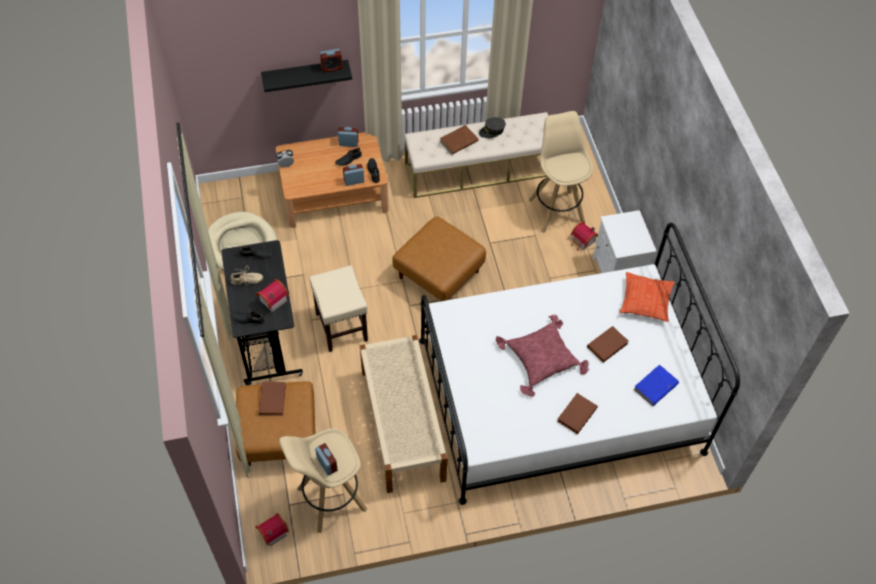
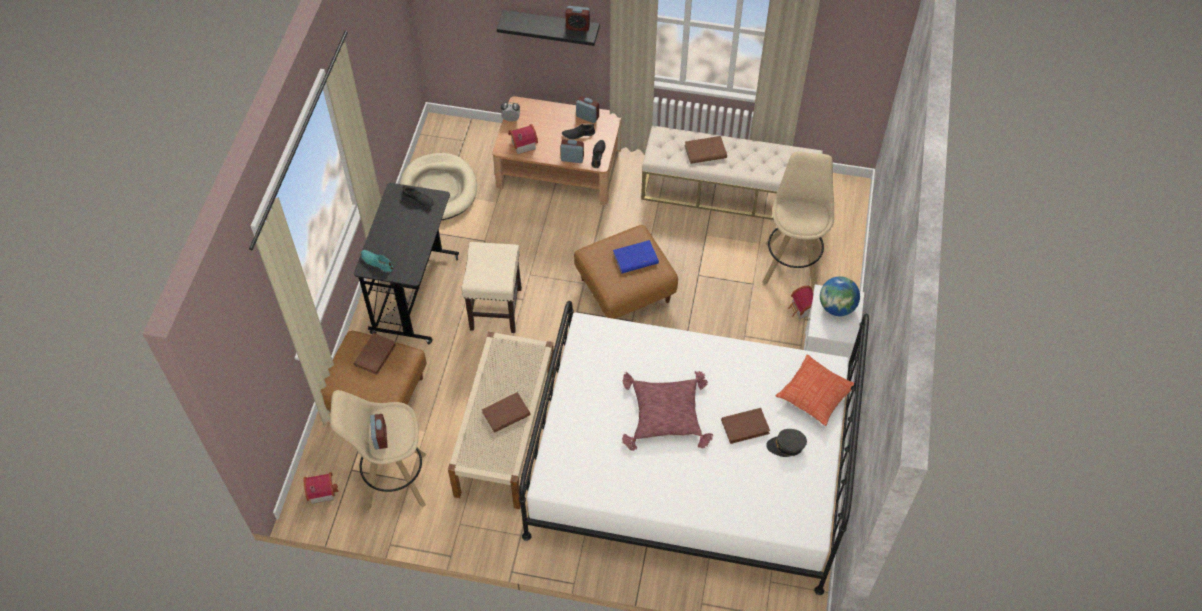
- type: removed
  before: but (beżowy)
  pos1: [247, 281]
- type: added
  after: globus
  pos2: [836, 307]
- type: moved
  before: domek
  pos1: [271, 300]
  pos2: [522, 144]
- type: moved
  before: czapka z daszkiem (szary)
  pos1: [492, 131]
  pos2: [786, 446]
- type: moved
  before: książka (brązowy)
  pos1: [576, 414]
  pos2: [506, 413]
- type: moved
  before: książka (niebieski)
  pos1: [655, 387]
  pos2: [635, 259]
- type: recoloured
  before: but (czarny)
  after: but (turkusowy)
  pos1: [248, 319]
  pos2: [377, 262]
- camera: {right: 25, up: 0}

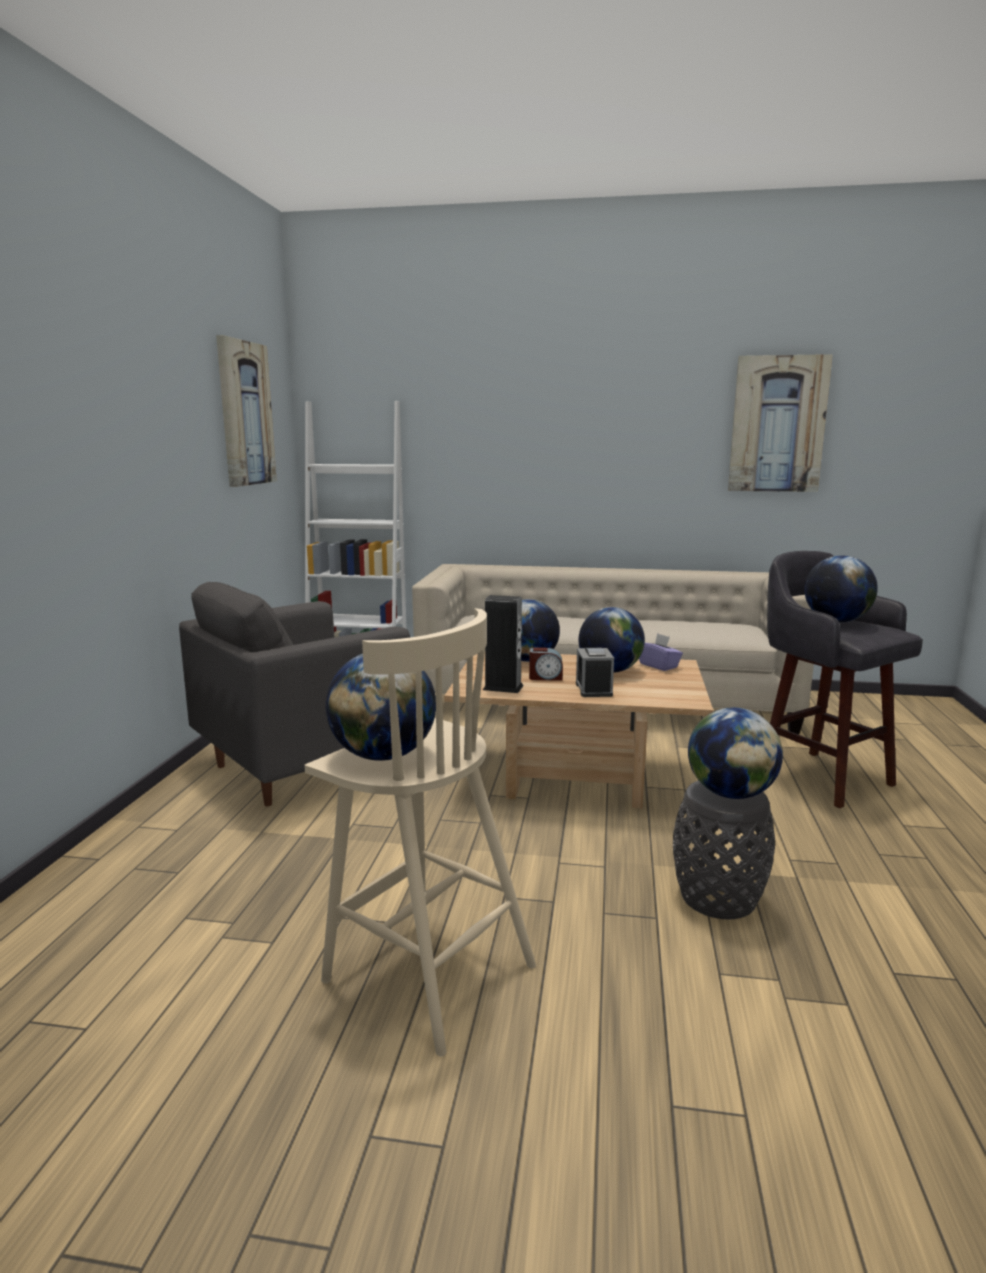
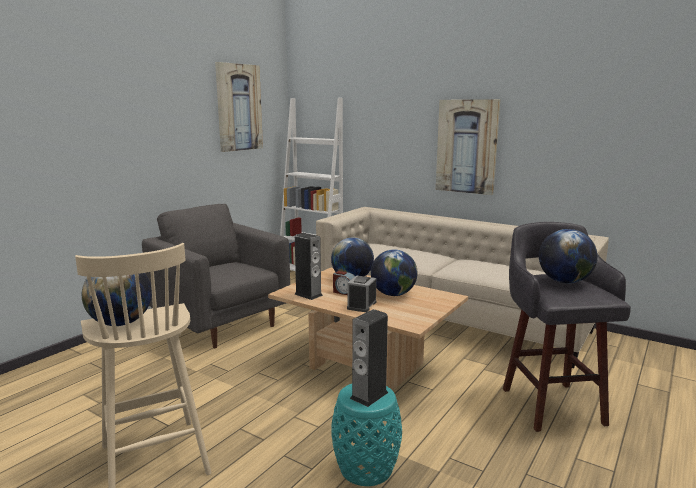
- type: removed
  before: pudełko chusteczek (fioletowy)
  pos1: [658, 665]
- type: moved
  before: obraz
  pos1: [777, 424]
  pos2: [467, 146]
- type: replaced
  before: globus
  after: głośnik
  pos1: [730, 794]
  pos2: [369, 395]
- type: recoloured
  before: stołek (szary)
  after: stołek (turkusowy)
  pos1: [718, 898]
  pos2: [366, 468]
- type: turned
  before: fotel (szary)
  pos1: [302, 766]
  pos2: [222, 324]
  turn: 60
- camera: {right: 25, up: 0}

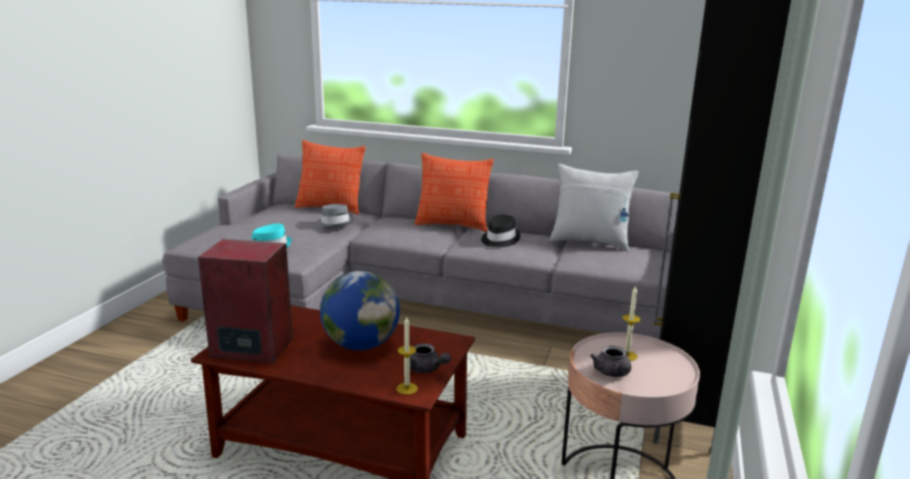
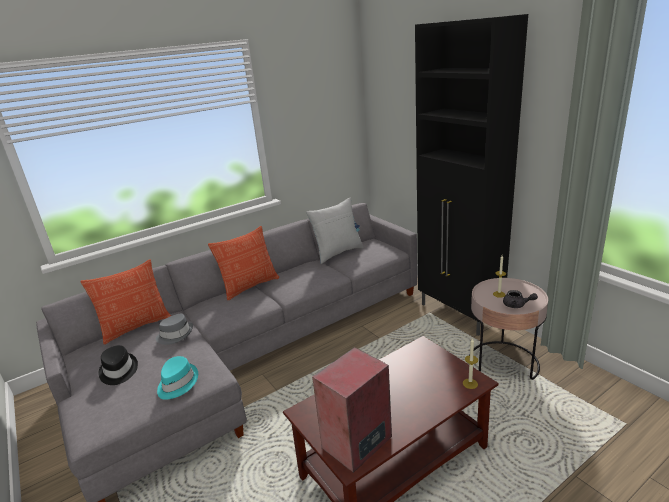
- type: removed
  before: globus
  pos1: [361, 345]
- type: removed
  before: imbryk (szary)
  pos1: [427, 369]
- type: moved
  before: kapelusz (czarny)
  pos1: [499, 239]
  pos2: [118, 371]
- camera: {right: -50, up: 5}

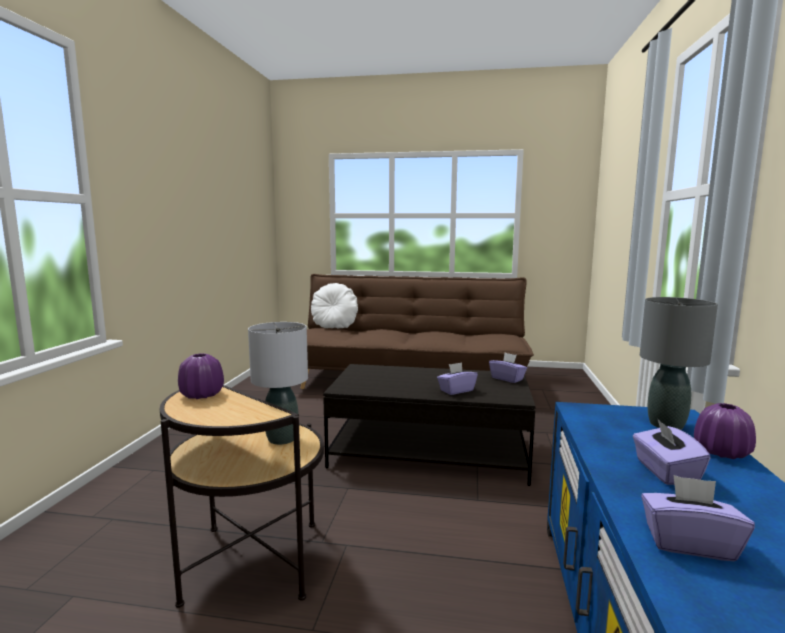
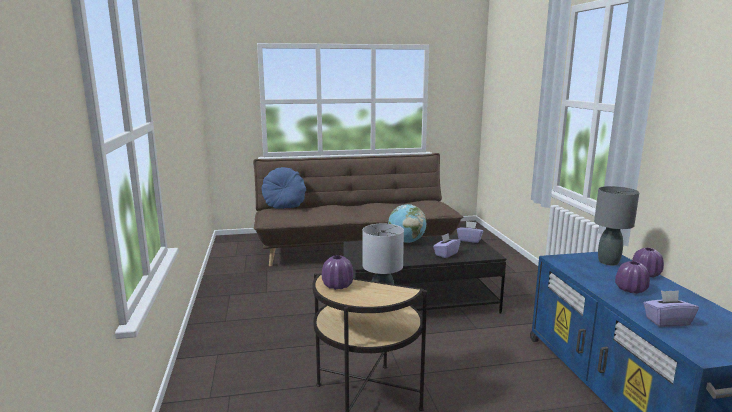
- type: added
  after: globus
  pos2: [406, 241]
- type: replaced
  before: pudełko chusteczek (fioletowy)
  after: wazon (fioletowy)
  pos1: [665, 472]
  pos2: [630, 289]
- type: recoloured
  before: poduszka (biały)
  after: poduszka (niebieski)
  pos1: [335, 327]
  pos2: [284, 207]
- camera: {right: -20, up: 5}

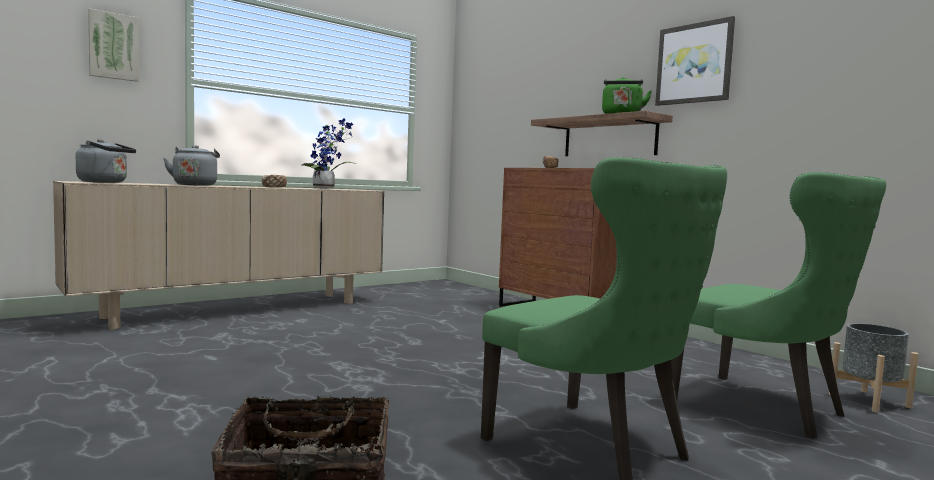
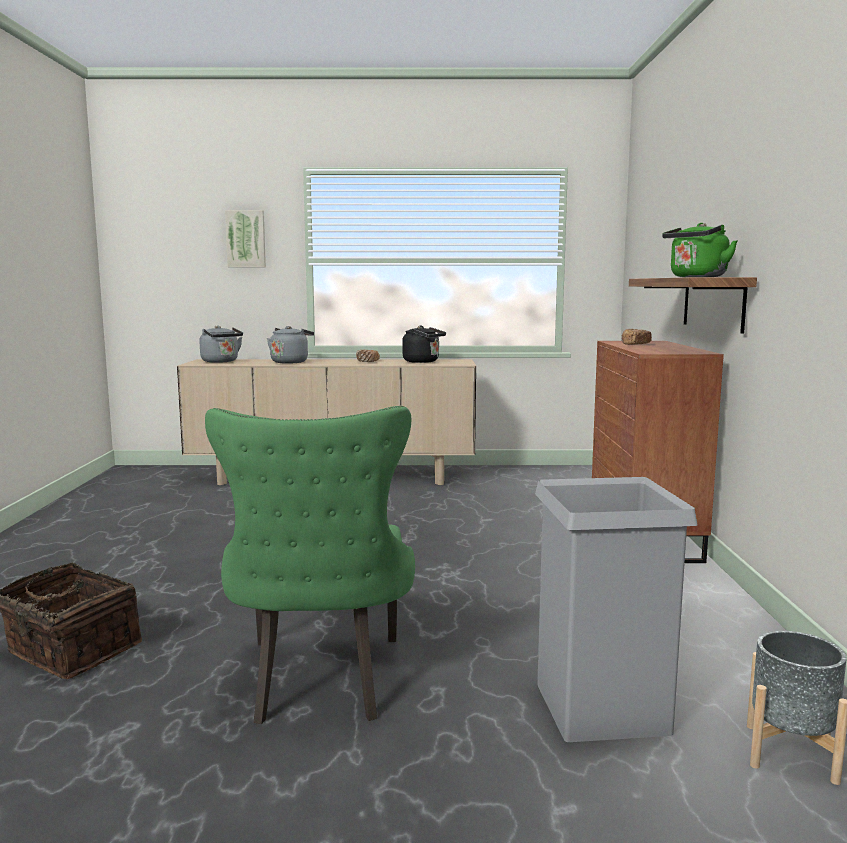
- type: removed
  before: obraz
  pos1: [694, 63]
- type: replaced
  before: roślina doniczkowa
  after: czajnik (czarny)
  pos1: [326, 188]
  pos2: [423, 361]
- type: replaced
  before: krzesło (zielony)
  after: kosz na śmieci (szary)
  pos1: [764, 407]
  pos2: [600, 707]
- camera: {right: 40, up: 5}

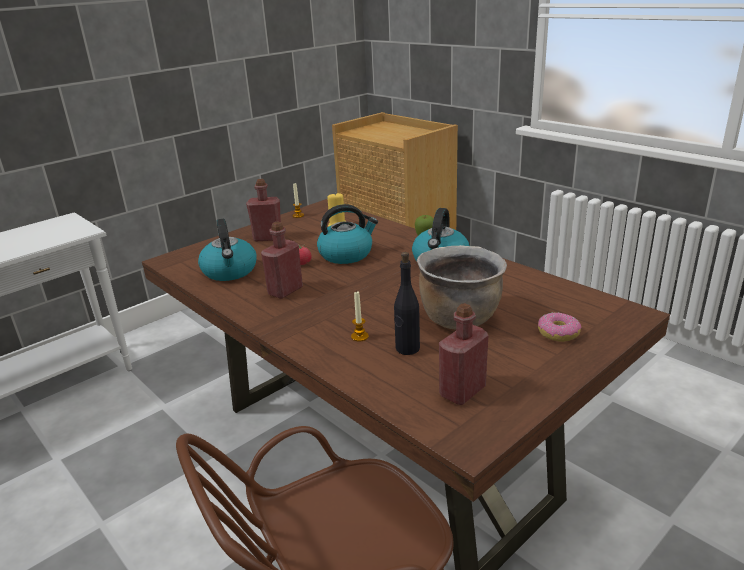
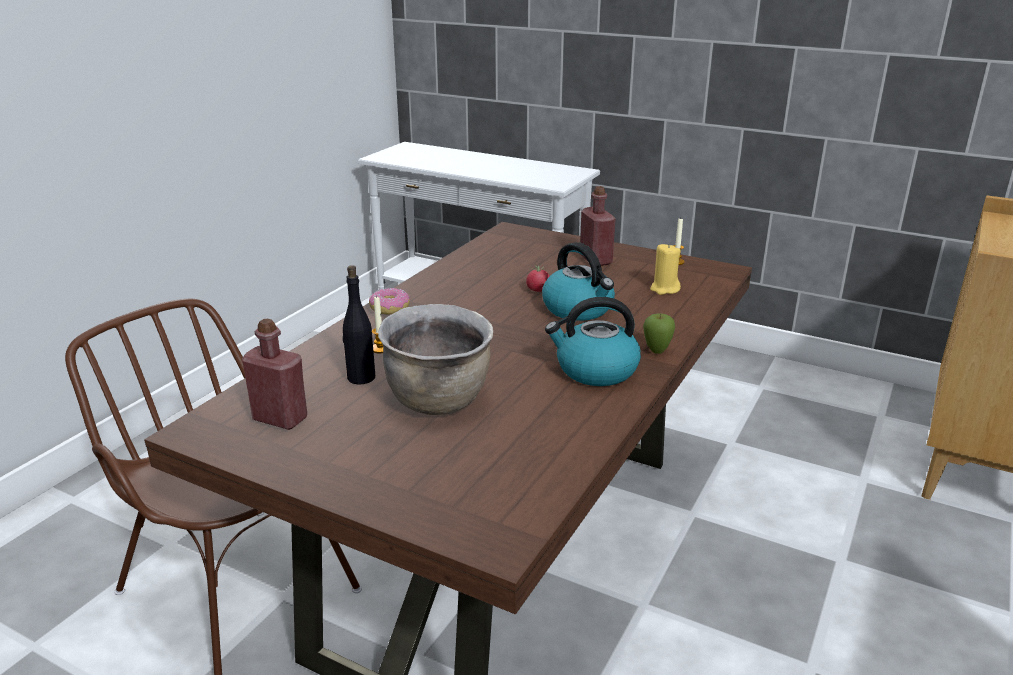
- type: removed
  before: czajnik
  pos1: [230, 271]
- type: removed
  before: butelka (czerwony)
  pos1: [285, 291]
- type: moved
  before: donut
  pos1: [558, 333]
  pos2: [390, 308]
- camera: {right: 70, up: 0}

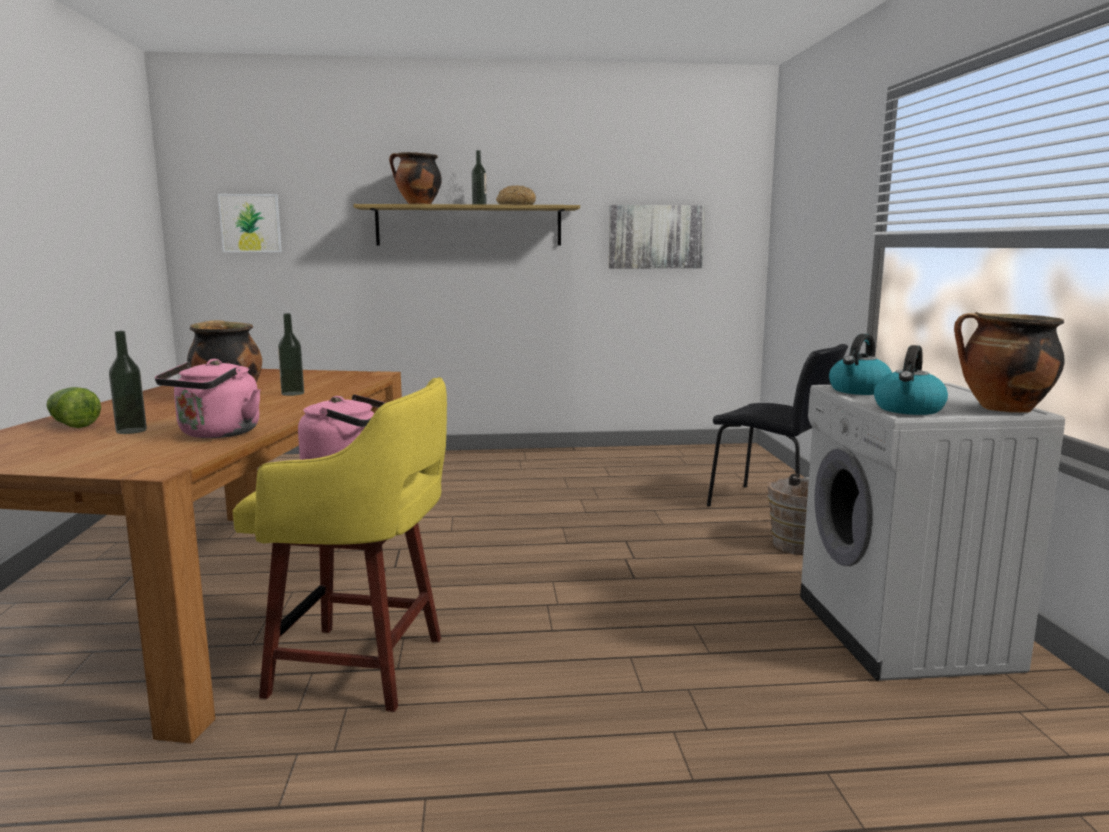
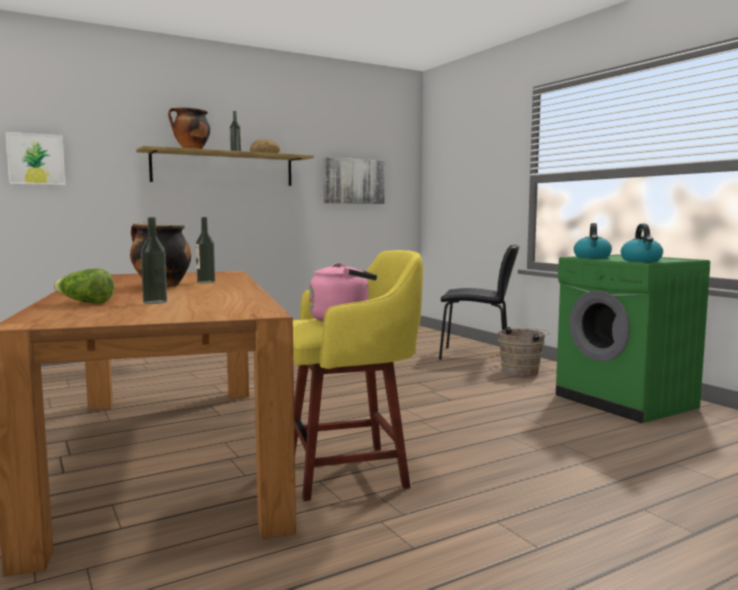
- type: removed
  before: czajnik (różowy)
  pos1: [216, 434]
- type: removed
  before: garnek
  pos1: [1002, 409]
- type: recoloured
  before: pralka (biały)
  after: pralka (zielony)
  pos1: [899, 633]
  pos2: [623, 402]
- camera: {right: -25, up: -5}

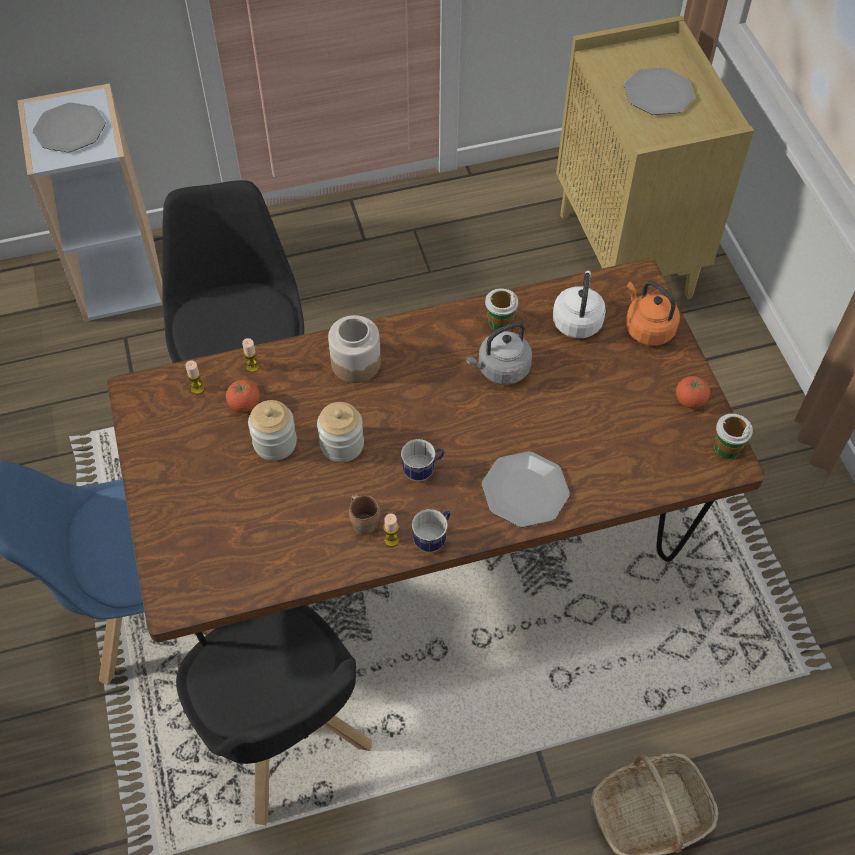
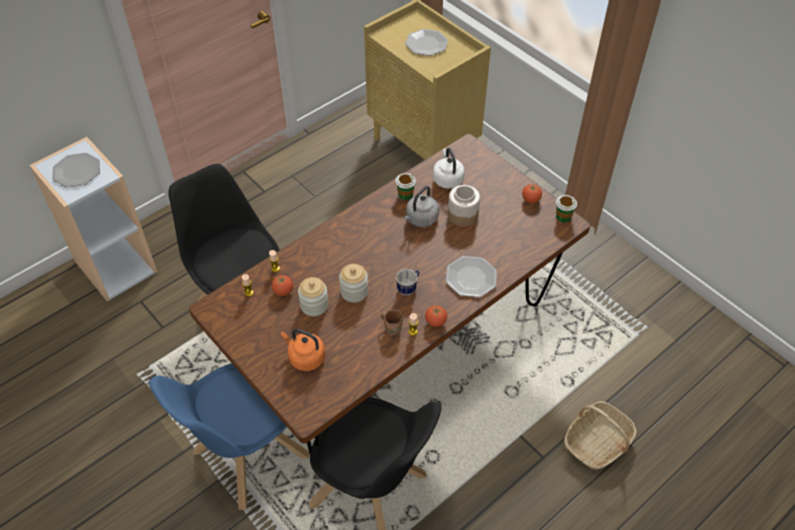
- type: moved
  before: słoik
  pos1: [355, 363]
  pos2: [462, 215]
- type: moved
  before: czajnik (pomarańczowy)
  pos1: [647, 328]
  pos2: [305, 357]
- type: replaced
  before: kubek
  after: pomidor
  pos1: [433, 538]
  pos2: [435, 322]
- camera: {right: -25, up: -5}

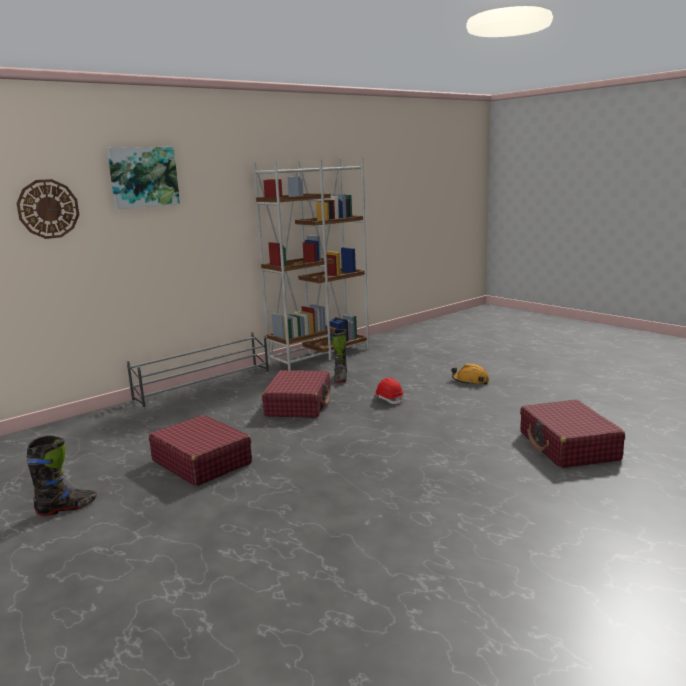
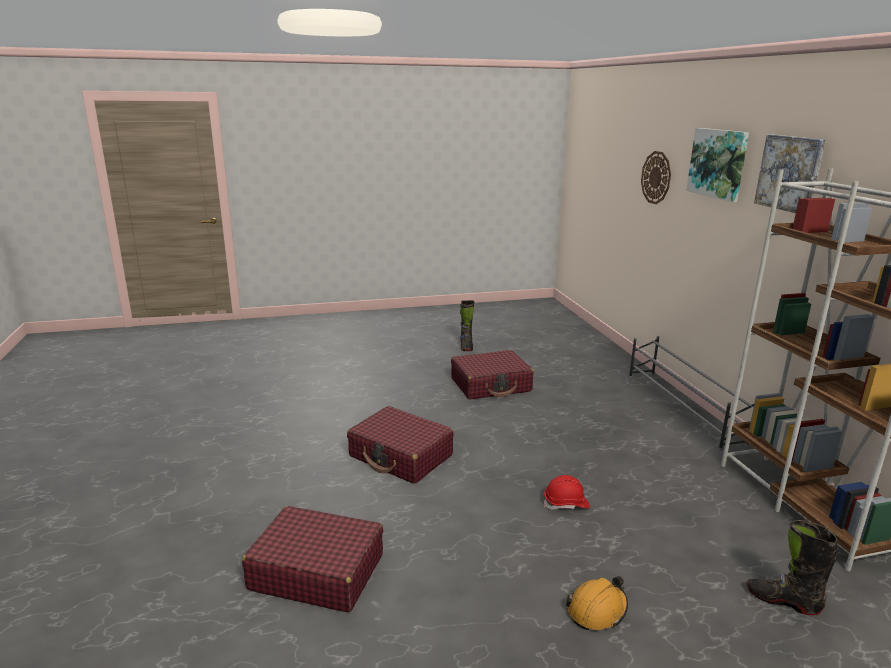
- type: added
  after: obraz
  pos2: [790, 173]
- type: moved
  before: walizka (czerwony)
  pos1: [299, 404]
  pos2: [401, 456]
- type: moved
  before: but z cholewką (czarny)
  pos1: [340, 379]
  pos2: [782, 601]
- camera: {right: 115, up: 5}

